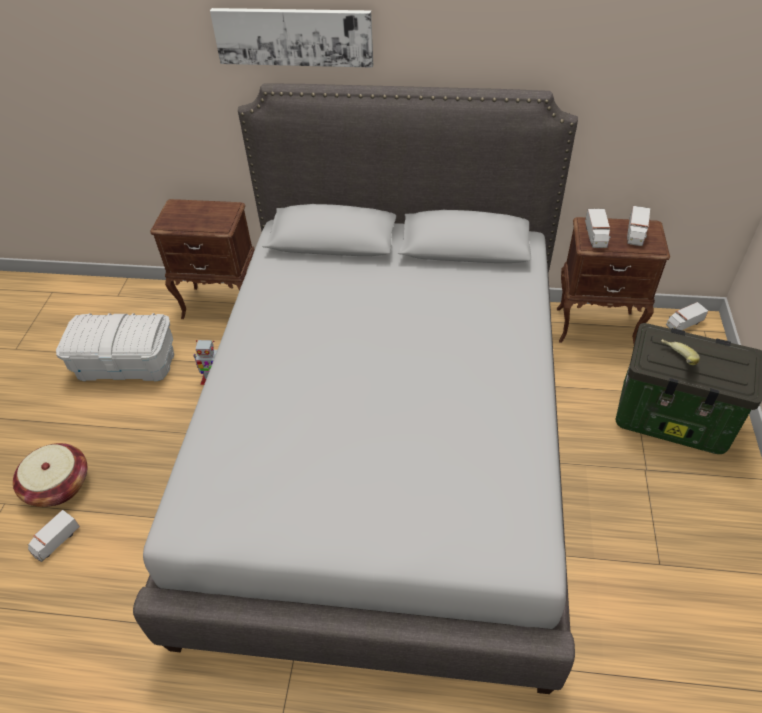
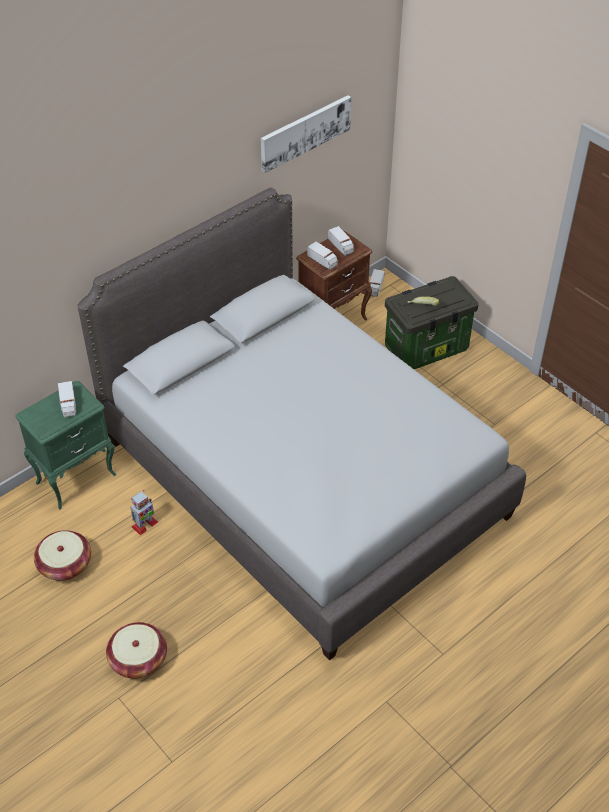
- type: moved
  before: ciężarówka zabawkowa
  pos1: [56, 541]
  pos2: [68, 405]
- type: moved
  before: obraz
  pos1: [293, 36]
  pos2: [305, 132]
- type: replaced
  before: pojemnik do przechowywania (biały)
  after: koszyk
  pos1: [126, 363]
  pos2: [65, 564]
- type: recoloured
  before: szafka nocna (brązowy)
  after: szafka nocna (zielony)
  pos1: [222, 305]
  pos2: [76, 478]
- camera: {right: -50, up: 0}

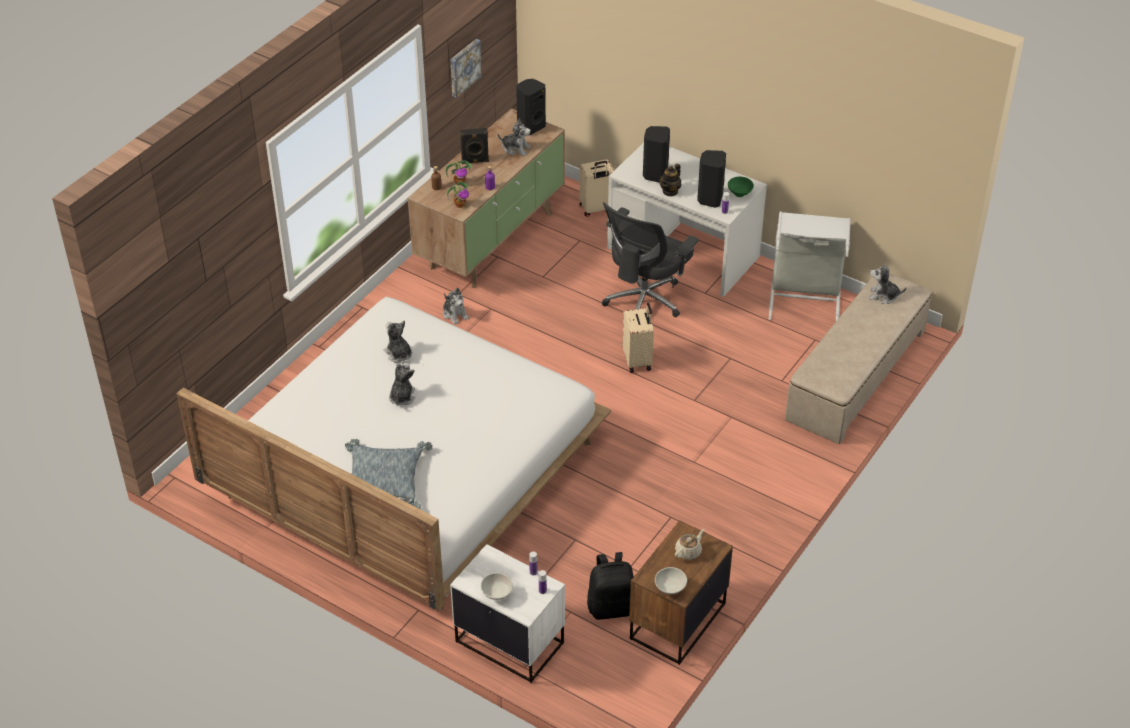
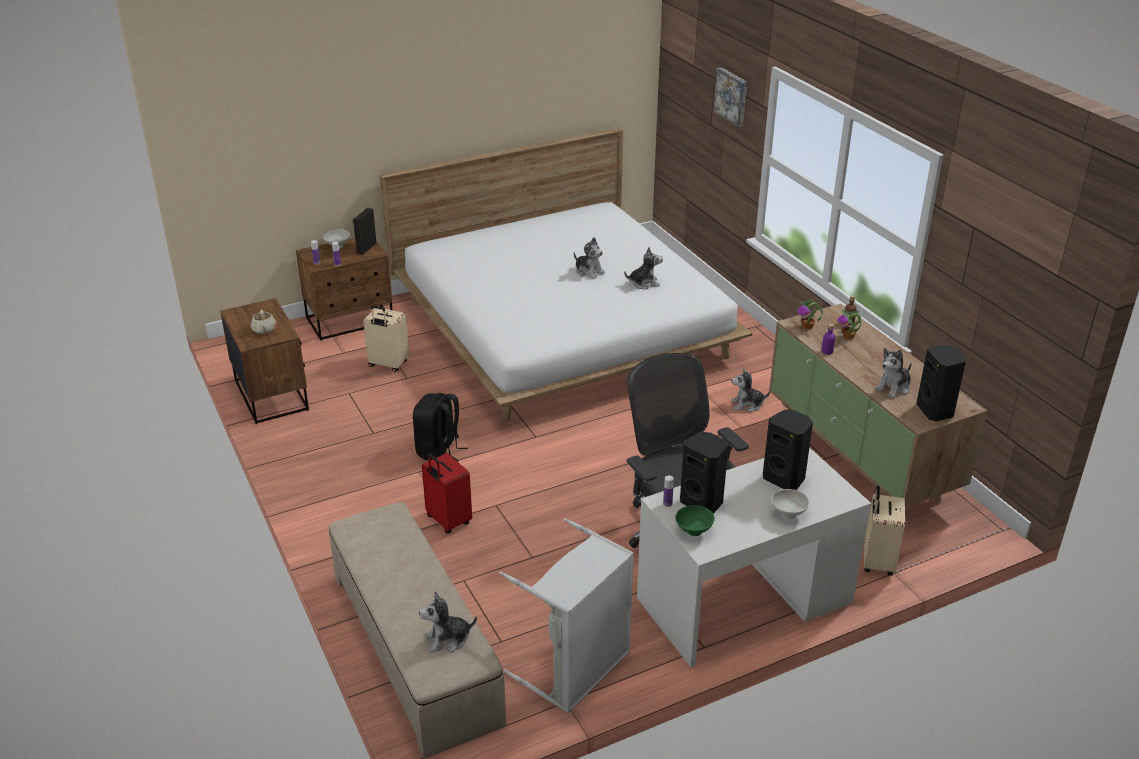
- type: removed
  before: poduszka
  pos1: [385, 478]
- type: removed
  before: imbryk
  pos1: [670, 191]
- type: added
  after: walizka (czerwony)
  pos2: [447, 521]
- type: moved
  before: obraz
  pos1: [464, 67]
  pos2: [732, 96]
- type: moved
  before: głośnik (czarny)
  pos1: [475, 161]
  pos2: [365, 248]
- type: moved
  before: plecak (czarny)
  pos1: [611, 607]
  pos2: [439, 450]
- type: moved
  before: walizka (beżowy)
  pos1: [638, 360]
  pos2: [388, 364]
- type: moved
  before: miska (biały)
  pos1: [671, 589]
  pos2: [787, 514]
- type: recoloured
  before: szafka nocna (biały)
  after: szafka nocna (brązowy)
  pos1: [509, 641]
  pos2: [350, 321]
- type: turned
  before: pluszak
  pos1: [883, 296]
  pos2: [448, 639]
  turn: -150
- camera: {right: 120, up: -10}

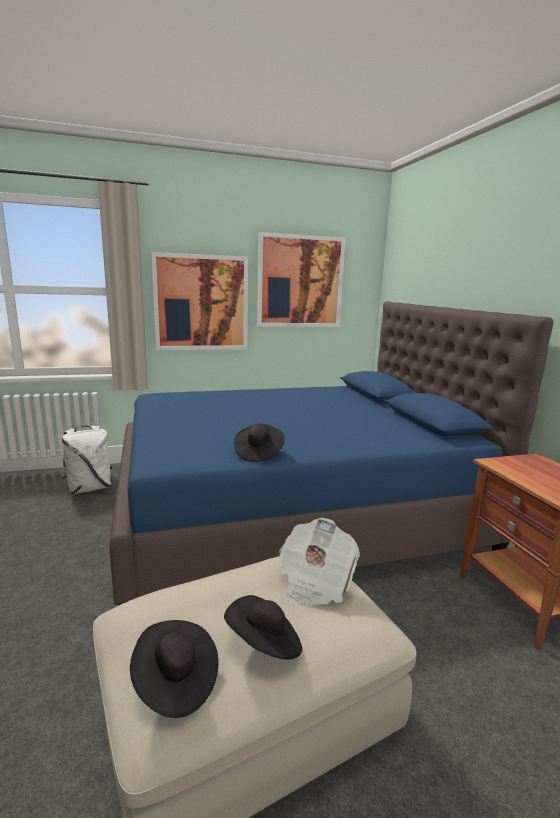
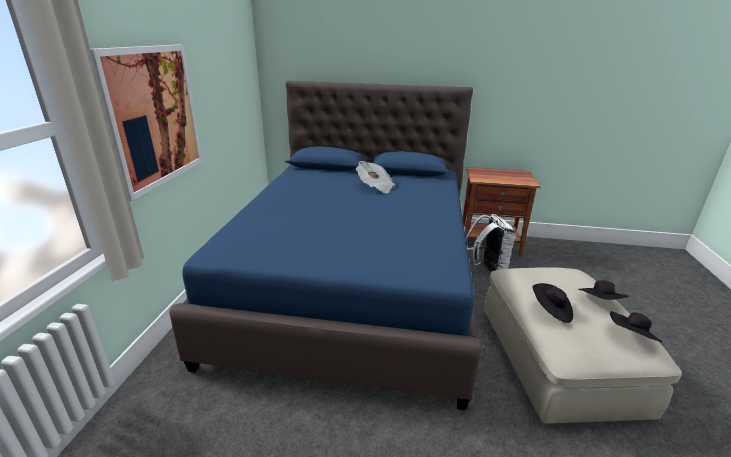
- type: removed
  before: obraz
  pos1: [300, 282]
- type: moved
  before: plecak (biały)
  pos1: [89, 488]
  pos2: [487, 268]
- type: moved
  before: kapelusz (czarny)
  pos1: [258, 453]
  pos2: [551, 311]
- type: moved
  before: gazeta
  pos1: [315, 581]
  pos2: [375, 187]
- camera: {right: -65, up: 10}

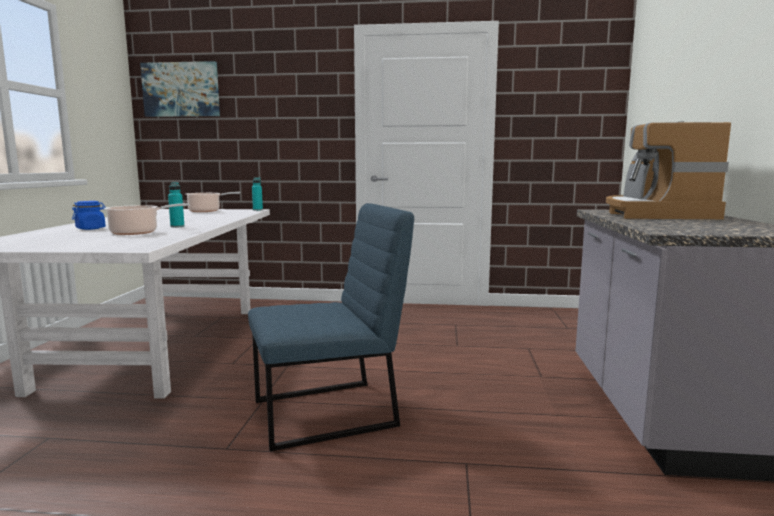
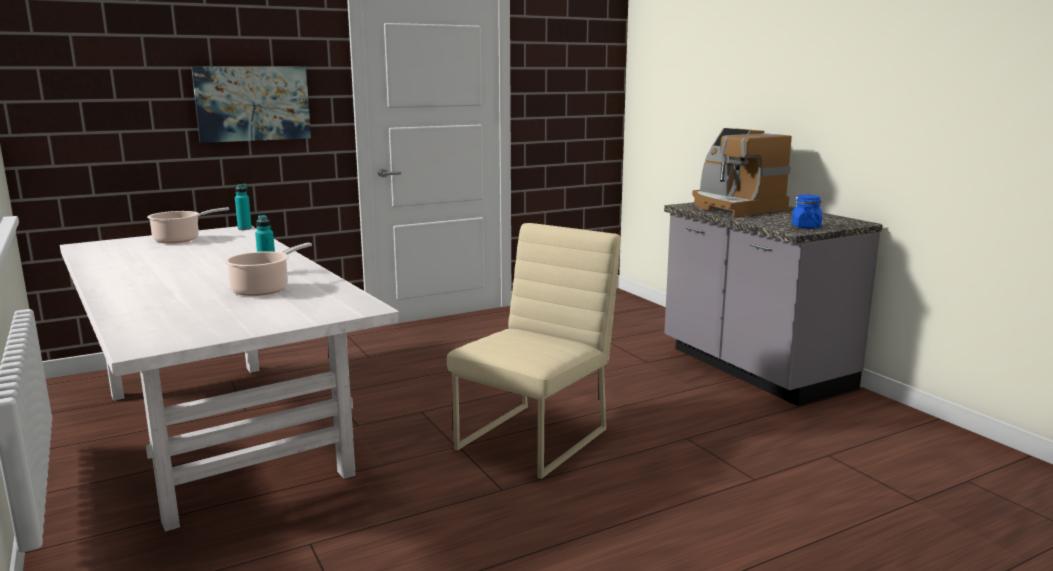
- type: moved
  before: słoik (niebieski)
  pos1: [91, 228]
  pos2: [805, 226]
- type: moved
  before: obraz
  pos1: [181, 89]
  pos2: [253, 103]
- type: recoloured
  before: krzesło (niebieski)
  after: krzesło (beżowy)
  pos1: [329, 413]
  pos2: [535, 437]
- camera: {right: -35, up: 5}

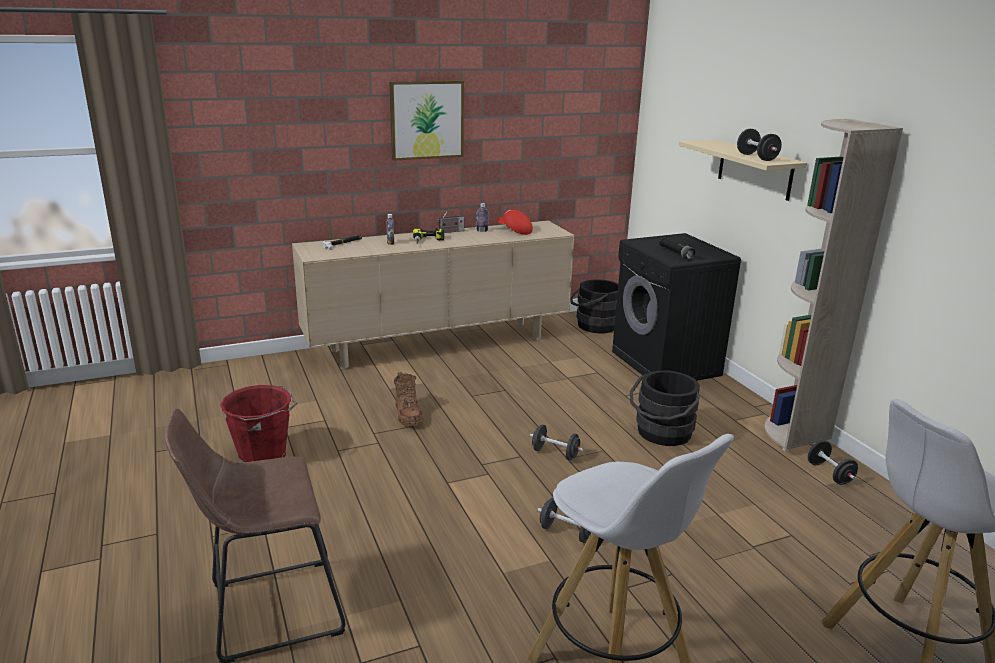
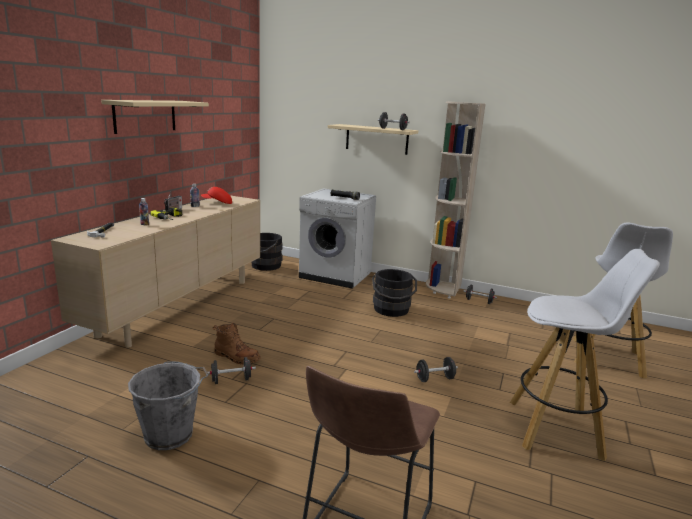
- type: moved
  before: hantel (czarny)
  pos1: [555, 453]
  pos2: [231, 380]
- type: replaced
  before: obraz
  after: półka (beżowy)
  pos1: [427, 120]
  pos2: [145, 116]
- type: recoloured
  before: wiadro (czerwony)
  after: wiadro (szary)
  pos1: [264, 456]
  pos2: [171, 434]
- type: recoloured
  before: pralka (czarny)
  after: pralka (biały)
  pos1: [663, 364]
  pos2: [335, 276]
- camera: {right: -45, up: -5}

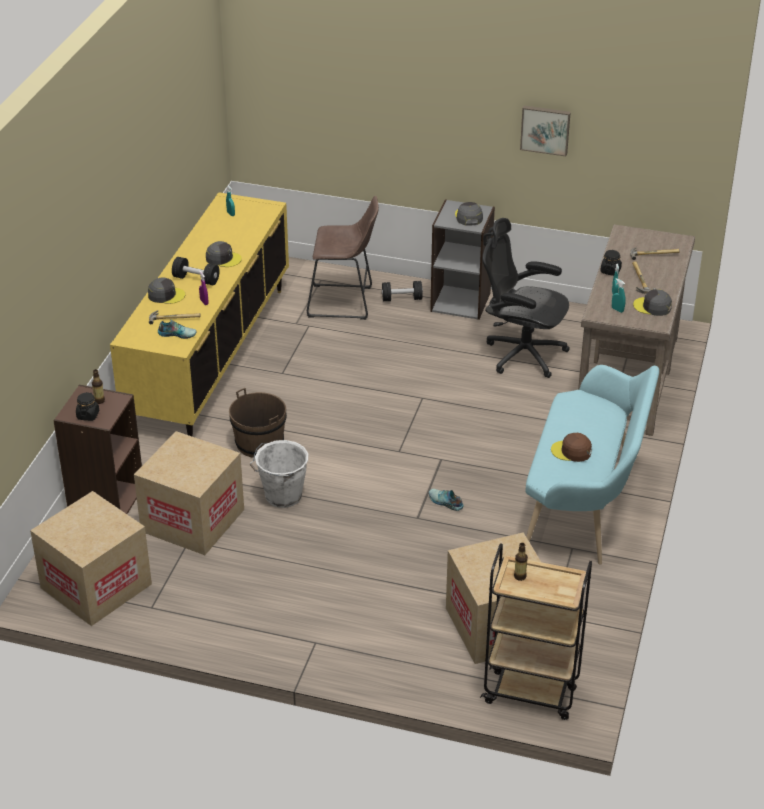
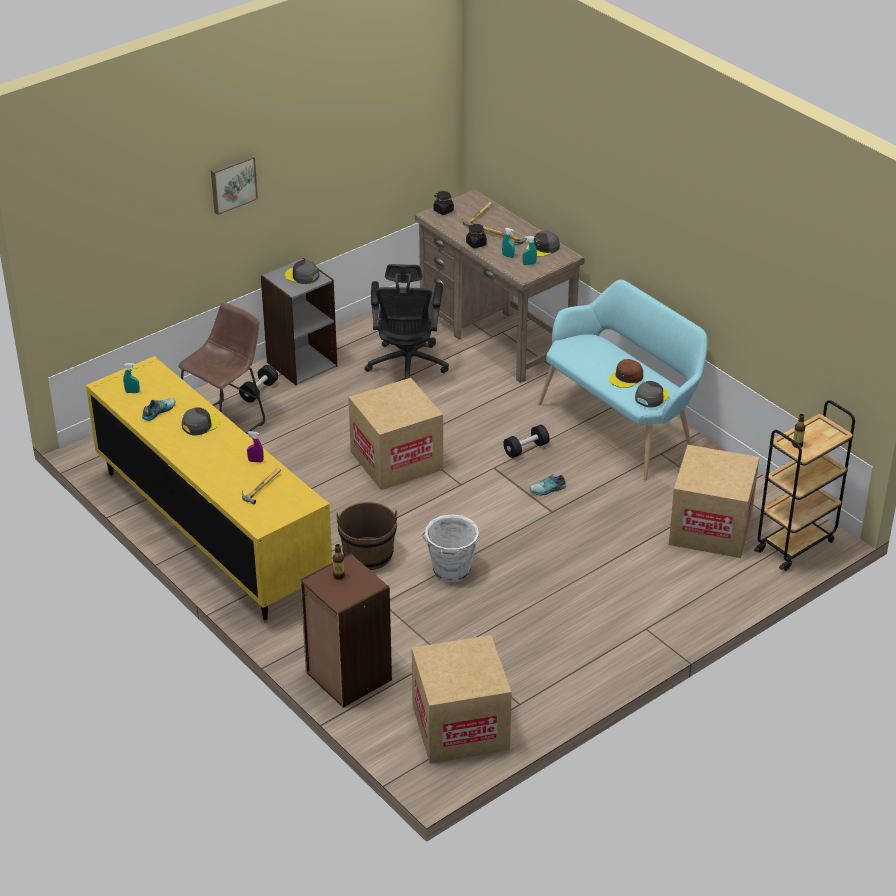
- type: moved
  before: słoik (czarny)
  pos1: [88, 415]
  pos2: [443, 211]
- type: moved
  before: karton
  pos1: [192, 520]
  pos2: [396, 460]
- type: moved
  before: czapka z daszkiem (szary)
  pos1: [166, 295]
  pos2: [651, 397]
- type: moved
  before: but
  pos1: [177, 334]
  pos2: [158, 411]
- type: moved
  before: hantel (czarny)
  pos1: [196, 279]
  pos2: [526, 449]
- type: moved
  before: obraz
  pos1: [545, 129]
  pos2: [232, 183]
- type: turned
  before: krzesło biurowe
  pos1: [521, 354]
  pos2: [407, 367]
  turn: -60
- camera: {right: -55, up: 0}

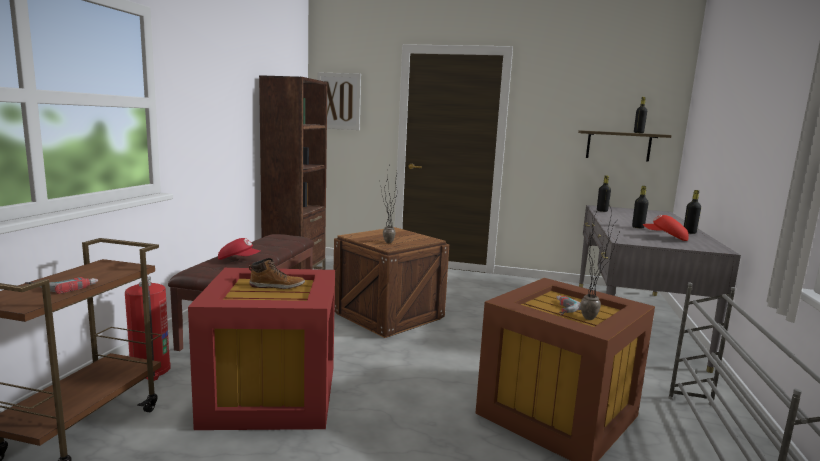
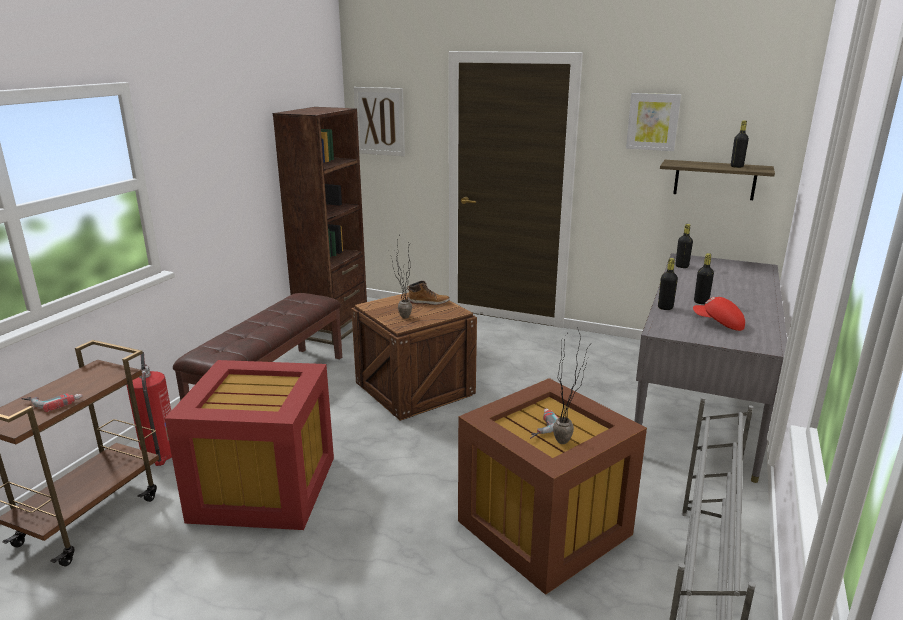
- type: removed
  before: czapka z daszkiem (czerwony)
  pos1: [239, 260]
- type: added
  after: obraz
  pos2: [653, 121]
- type: moved
  before: but z cholewką
  pos1: [277, 286]
  pos2: [428, 302]
- type: moved
  before: butelka (czarny)
  pos1: [689, 232]
  pos2: [665, 308]
- camera: {right: 10, up: 10}

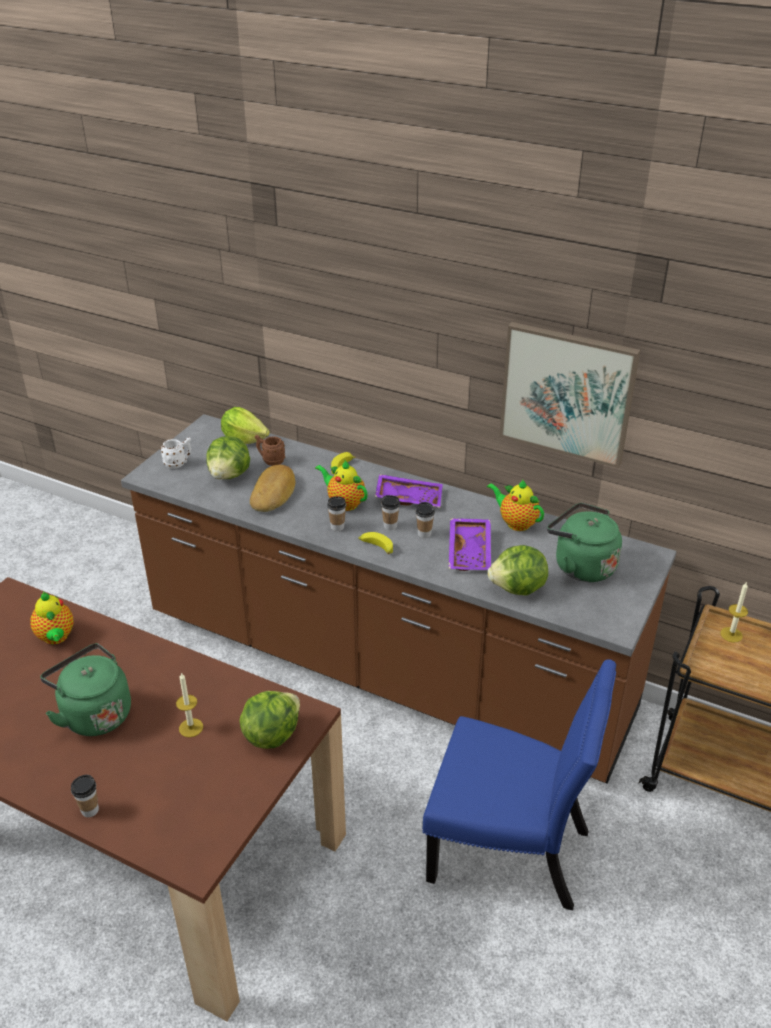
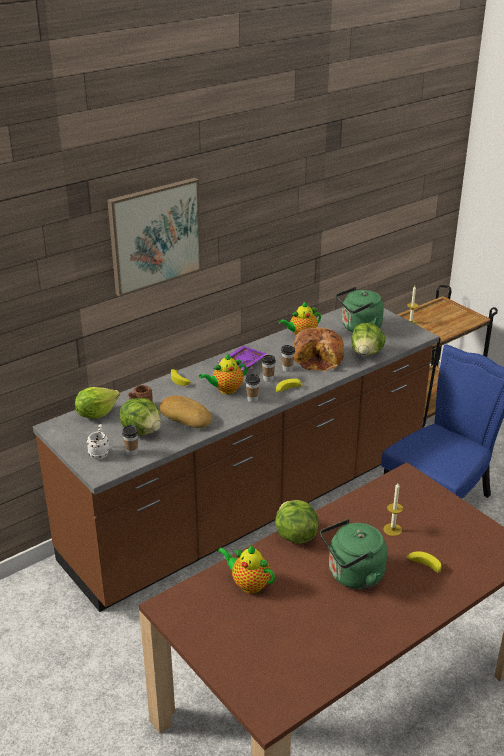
- type: added
  after: banan
  pos2: [423, 565]
- type: moved
  before: filiżanka
  pos1: [90, 810]
  pos2: [131, 452]
- type: moved
  before: sałata
  pos1: [271, 734]
  pos2: [295, 536]
- type: moved
  before: obraz
  pos1: [567, 393]
  pos2: [155, 235]
- type: replaced
  before: taca (fioletowy)
  after: chleb
  pos1: [471, 552]
  pos2: [319, 358]
- type: turned
  before: imbryk
  pos1: [56, 638]
  pos2: [248, 584]
  turn: -150
- camera: {right: -65, up: -5}

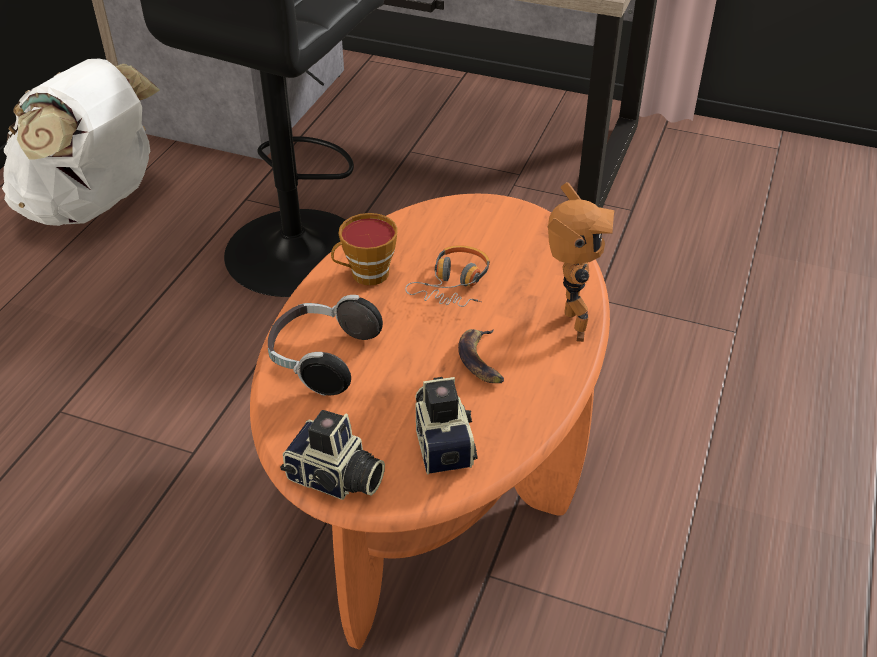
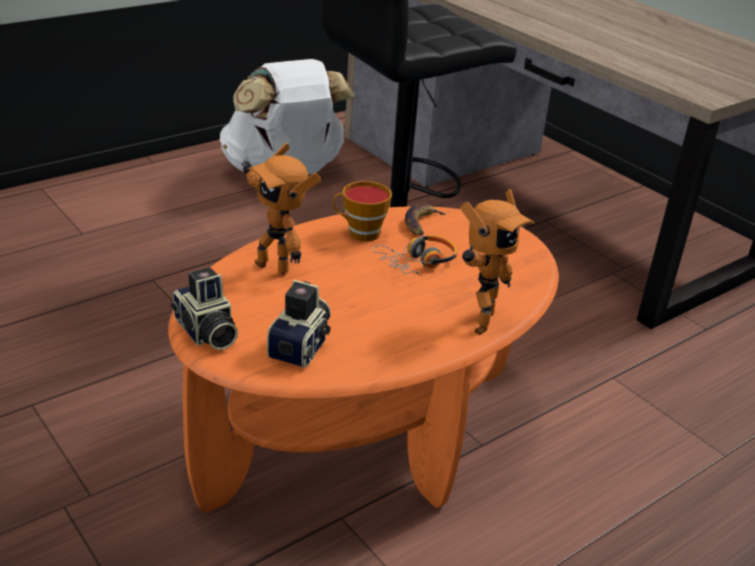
- type: moved
  before: banan
  pos1: [481, 360]
  pos2: [422, 223]
- type: replaced
  before: słuchawki
  after: robot zabawkowy
  pos1: [322, 359]
  pos2: [275, 266]
- camera: {right: 30, up: -10}

